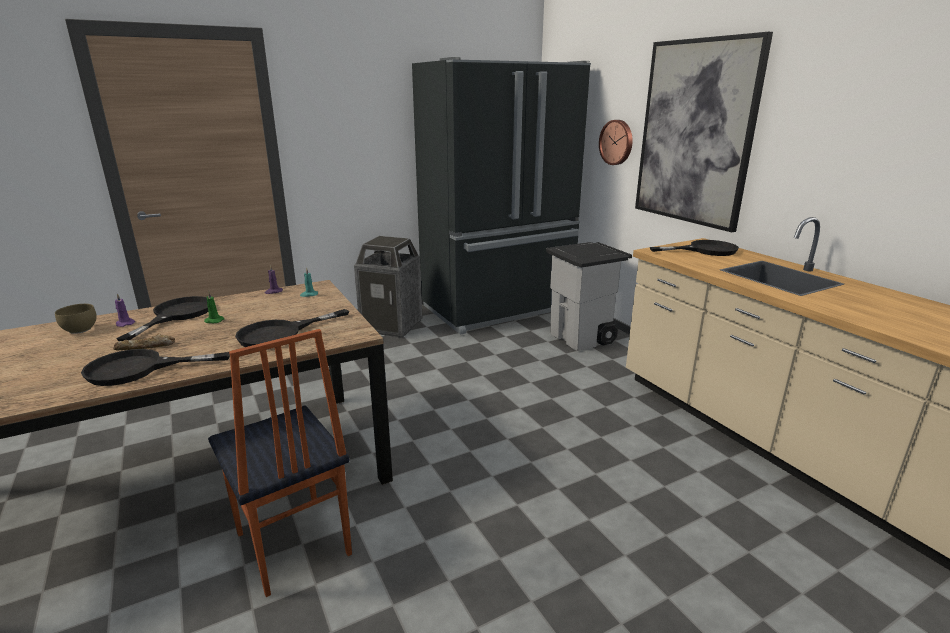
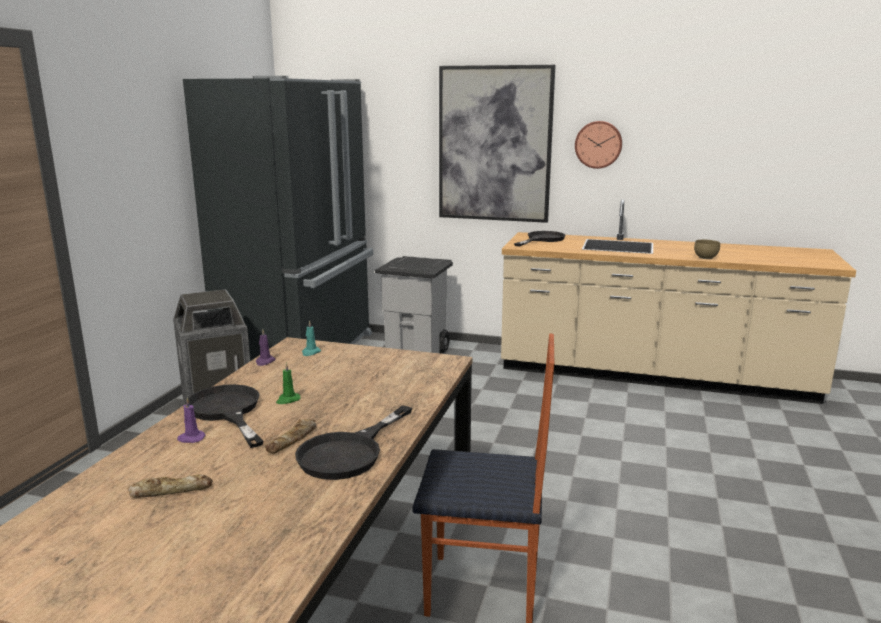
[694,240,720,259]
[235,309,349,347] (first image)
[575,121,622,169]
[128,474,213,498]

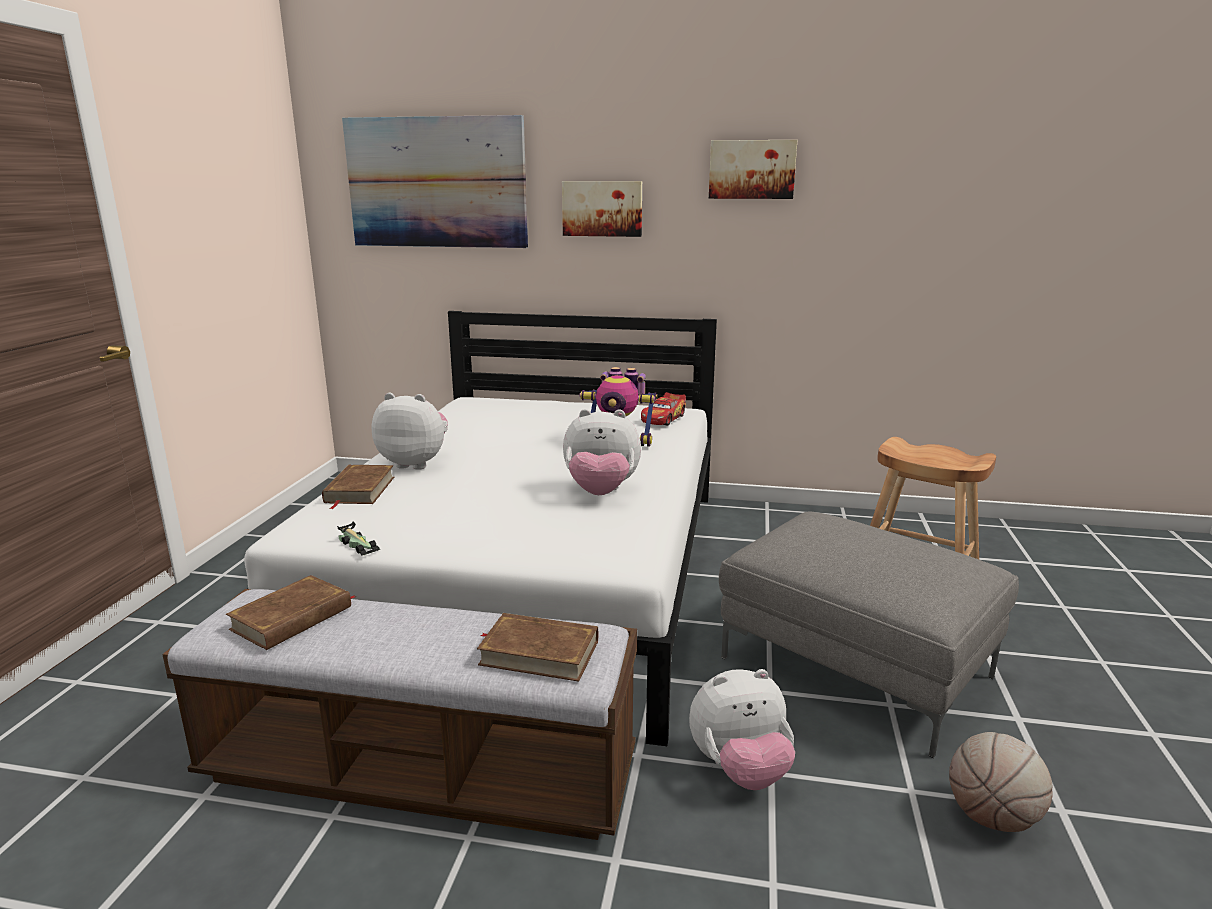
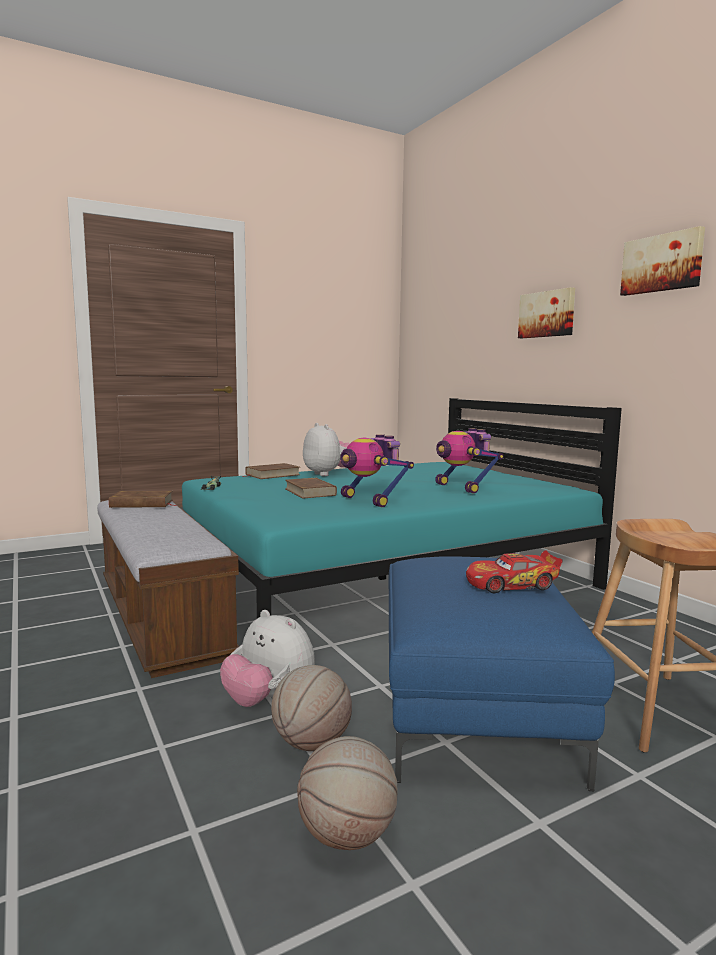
[180,398,622,619]
[342,115,528,248] (first image)
[285,478,337,499]
[340,434,414,507]
[466,550,563,593]
[389,556,615,791]
[271,665,352,751]

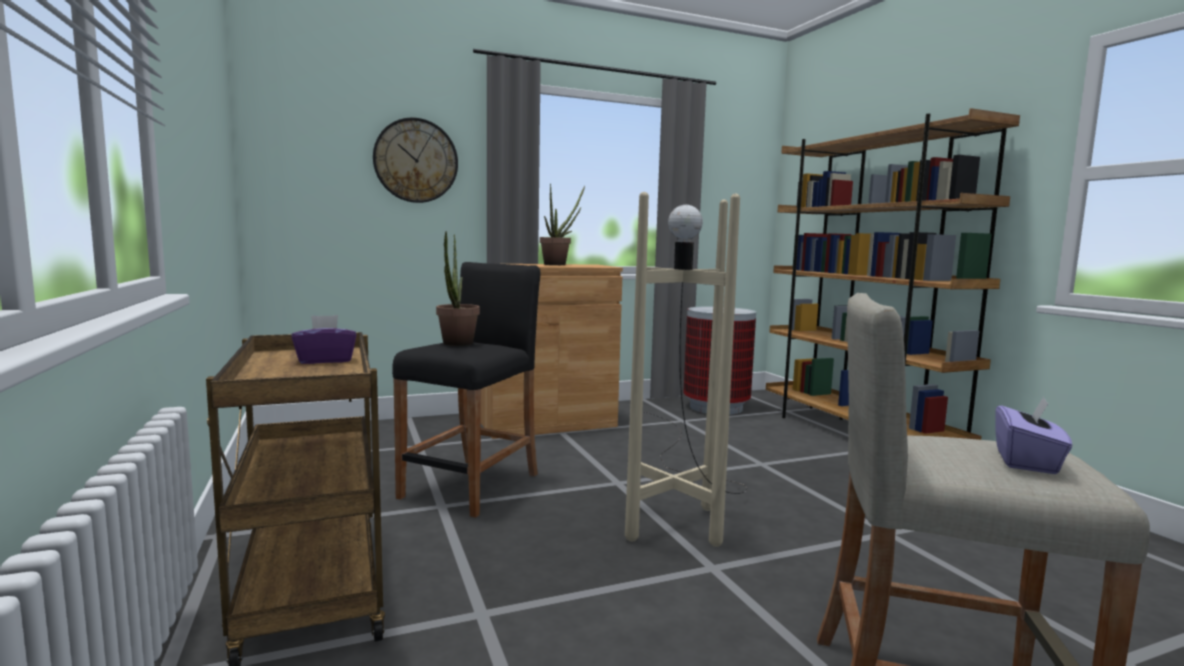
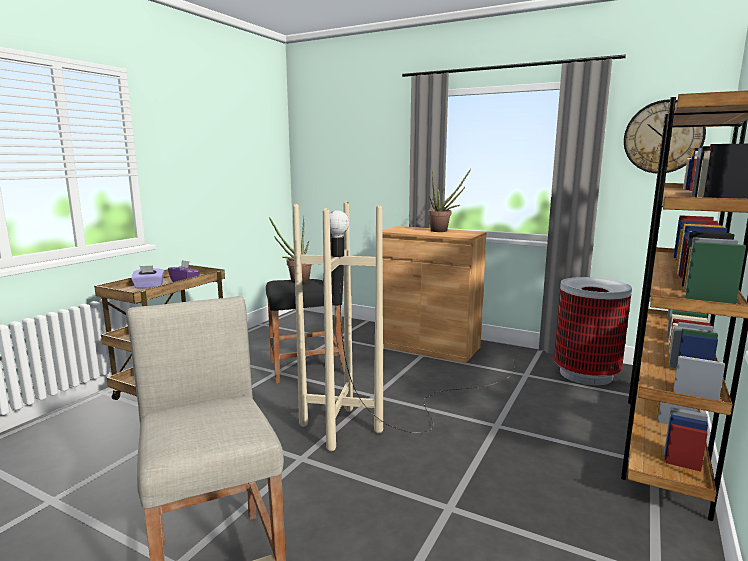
[624,99,706,173]
[131,266,164,289]

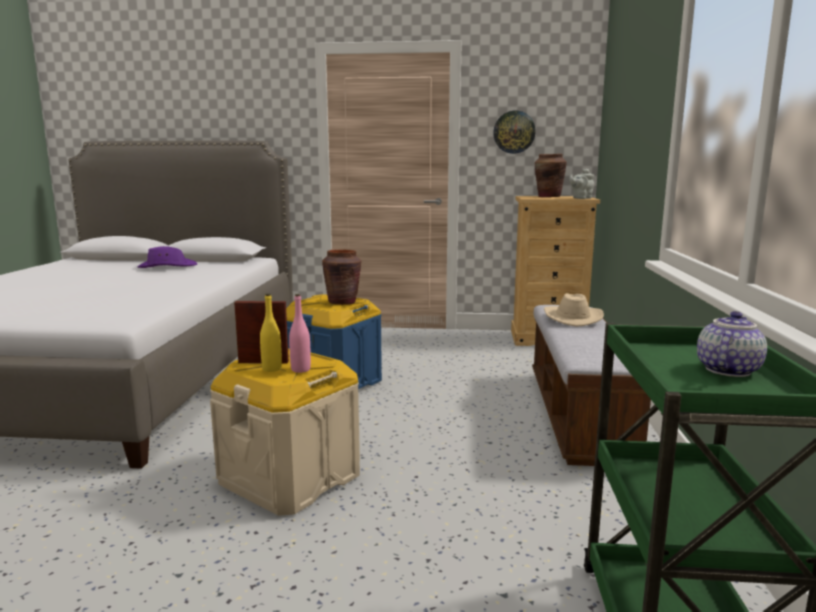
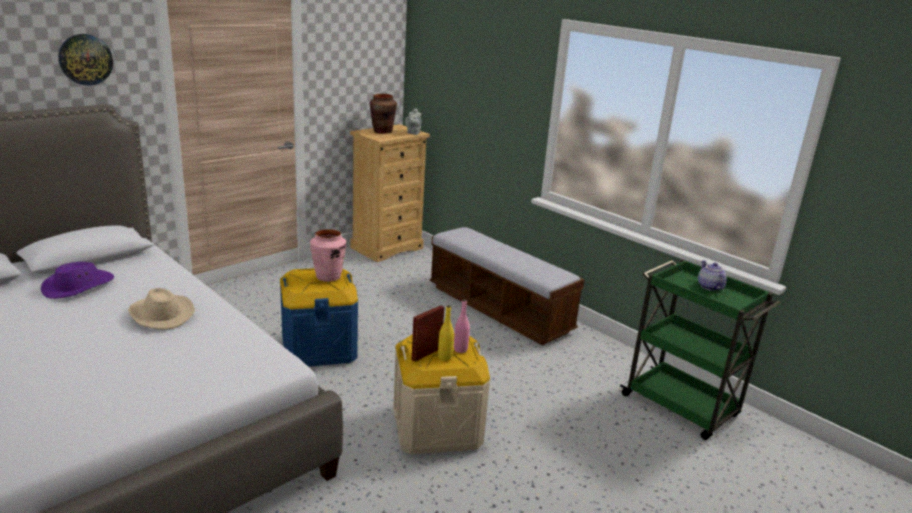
[310,229,346,282]
[58,34,113,86]
[128,288,195,329]

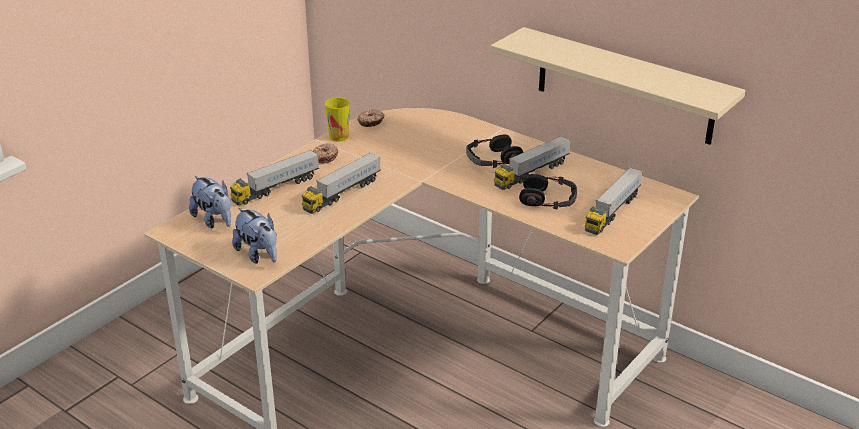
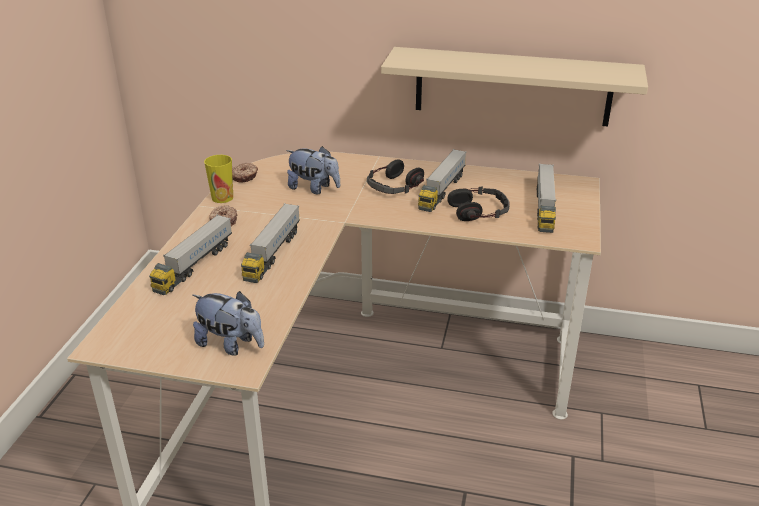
[286,146,340,194]

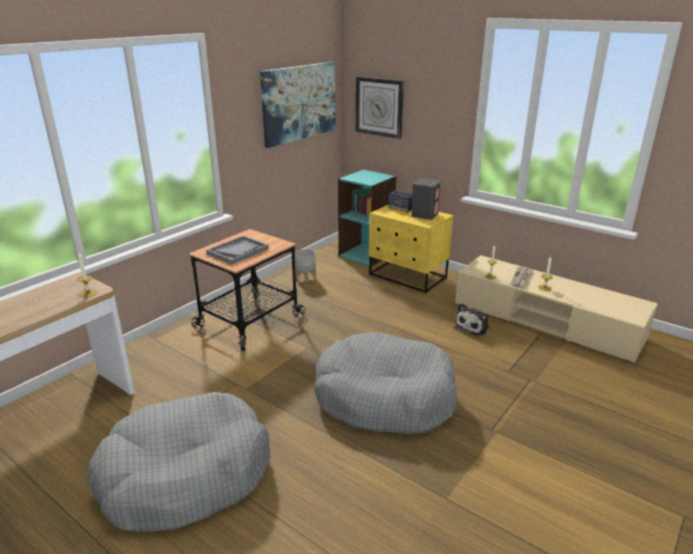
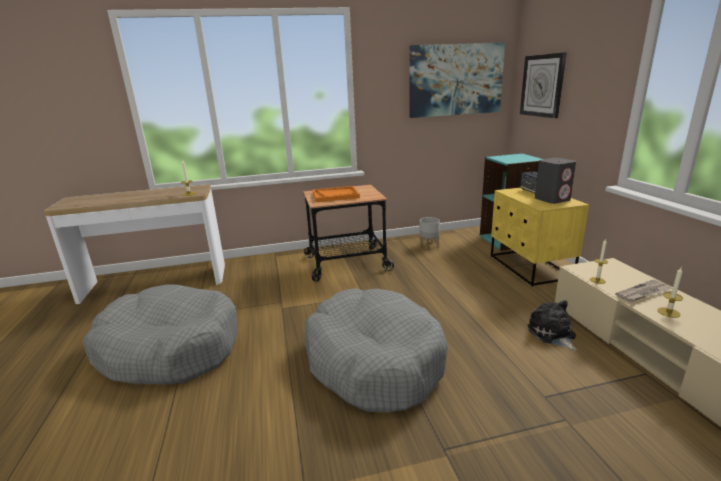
[313,186,360,202]
[528,300,577,351]

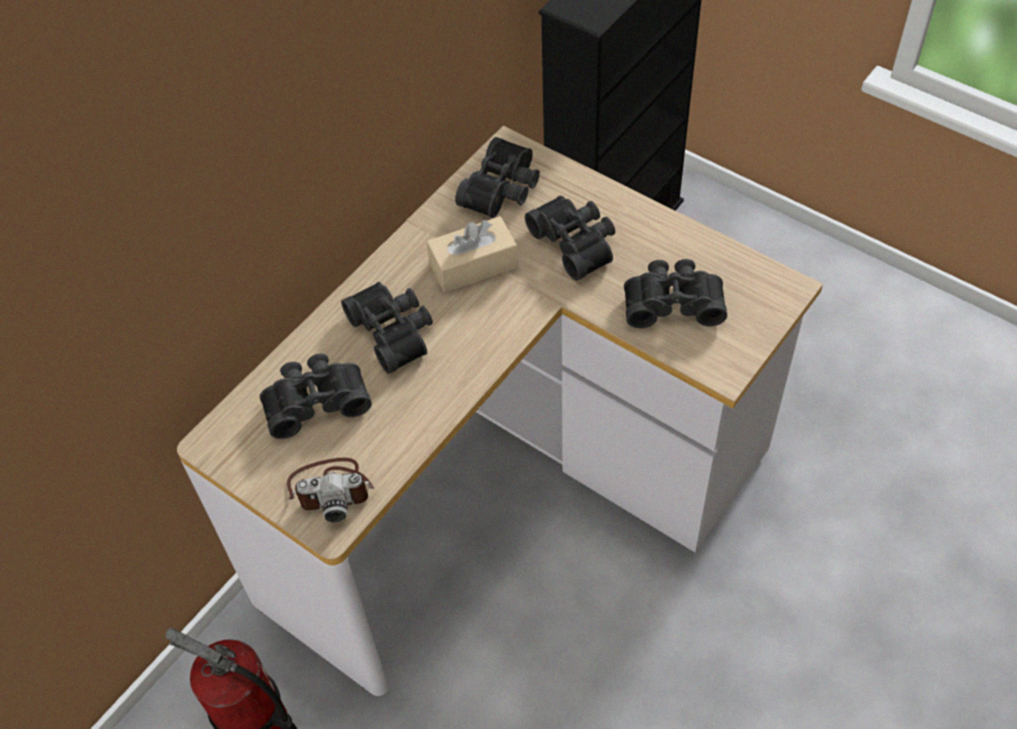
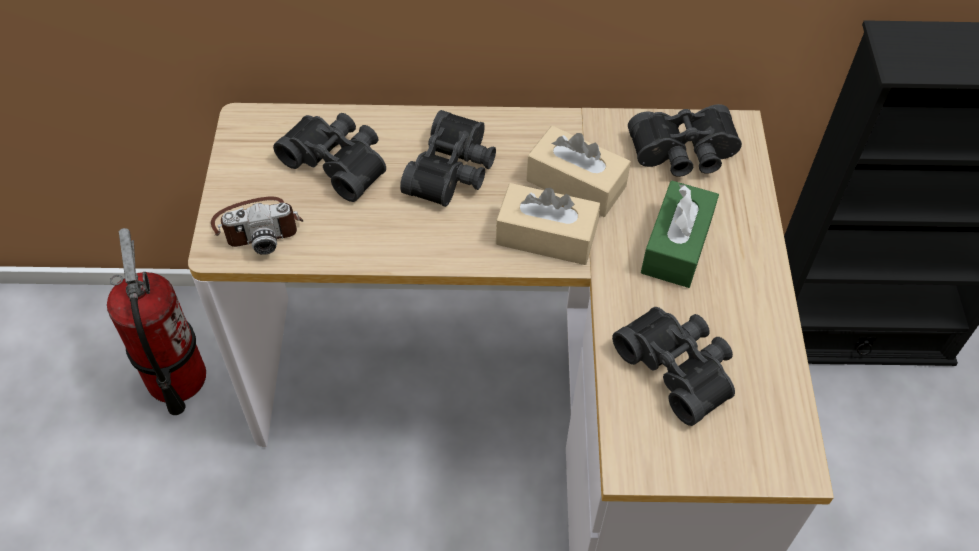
[211,197,303,255]
[641,181,719,288]
[496,183,600,265]

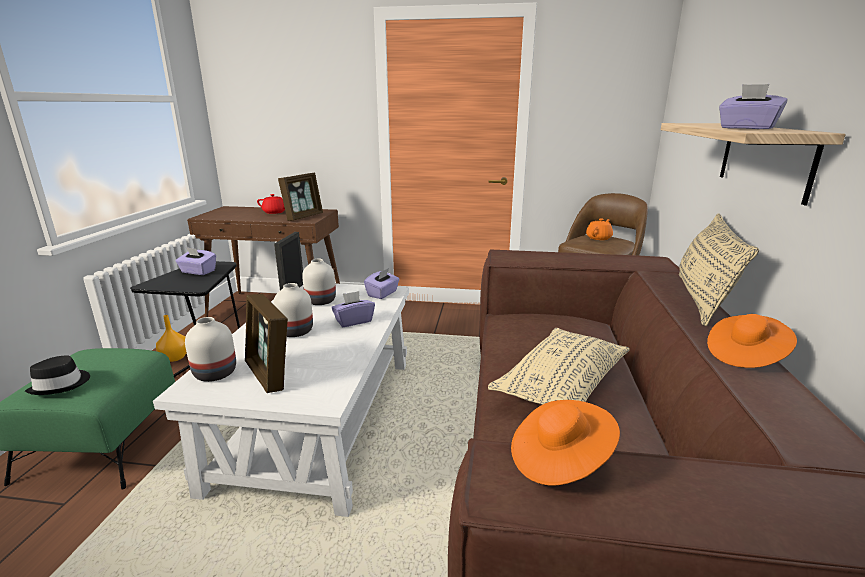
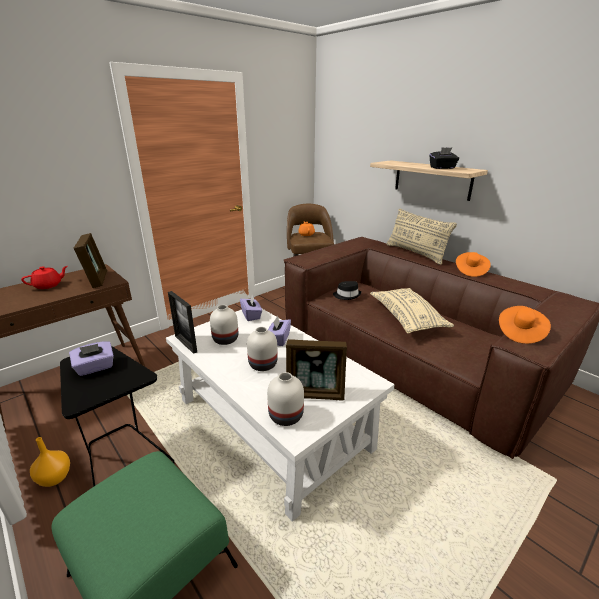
[333,281,361,300]
[430,147,459,169]

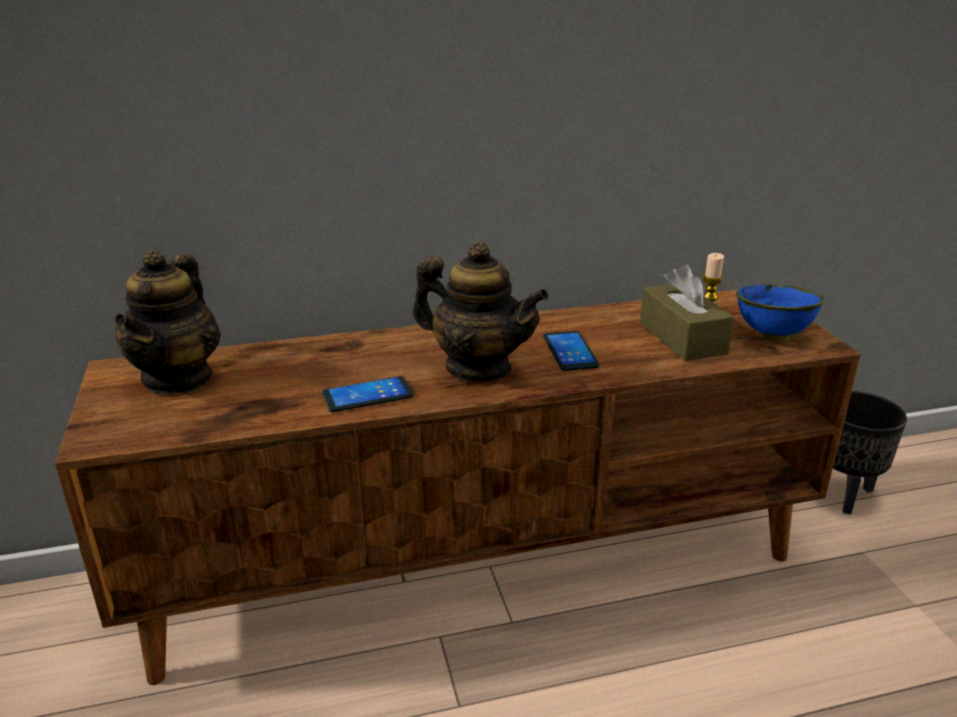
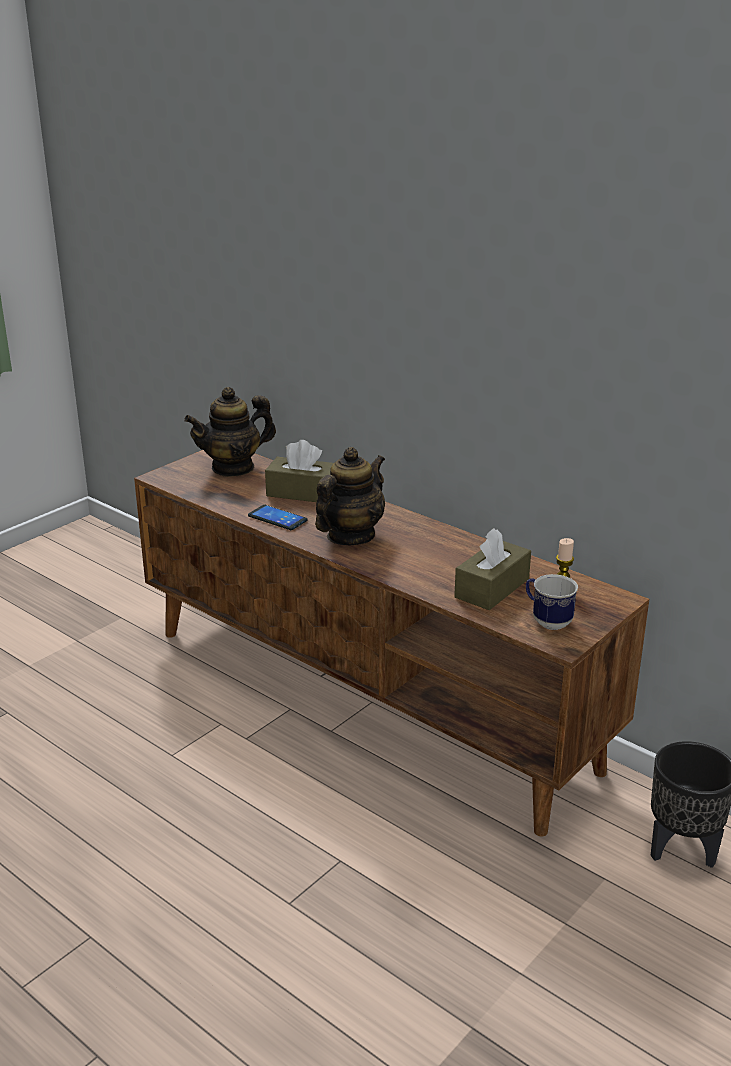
[315,447,385,545]
[543,331,599,371] (first image)
[526,574,578,630]
[265,440,334,502]

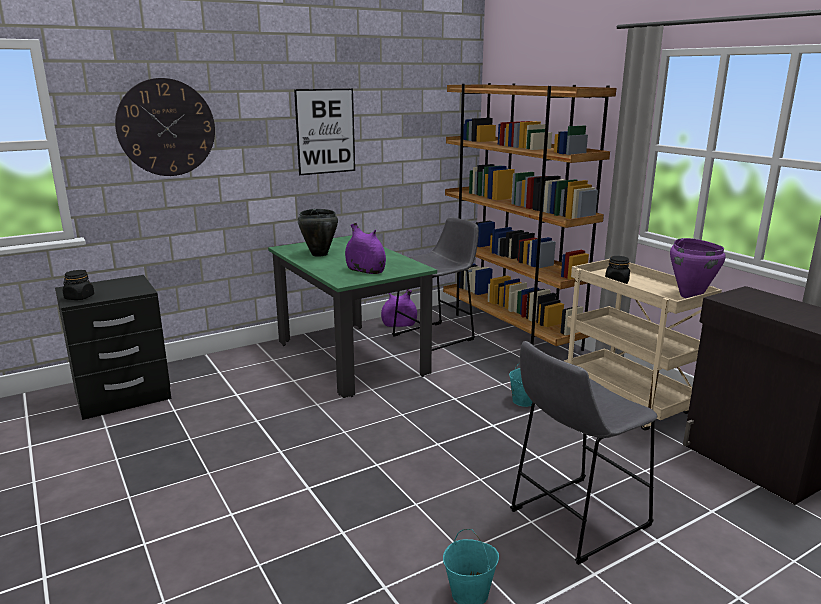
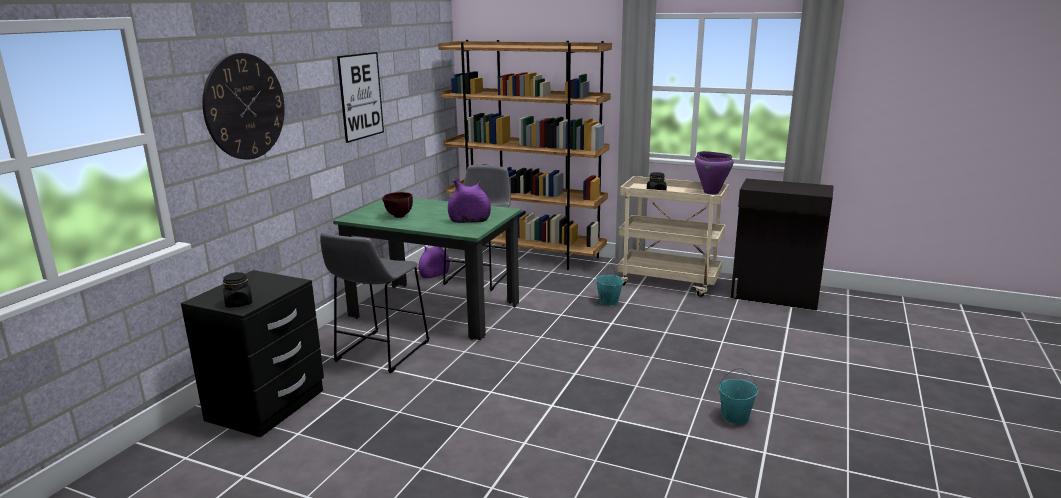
[382,192,413,218]
[320,232,430,373]

